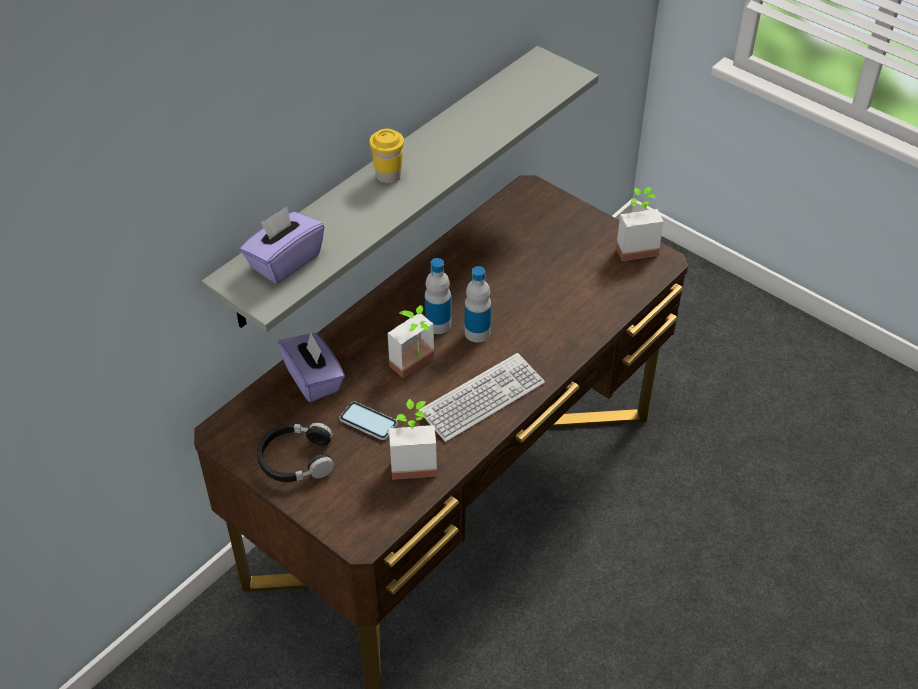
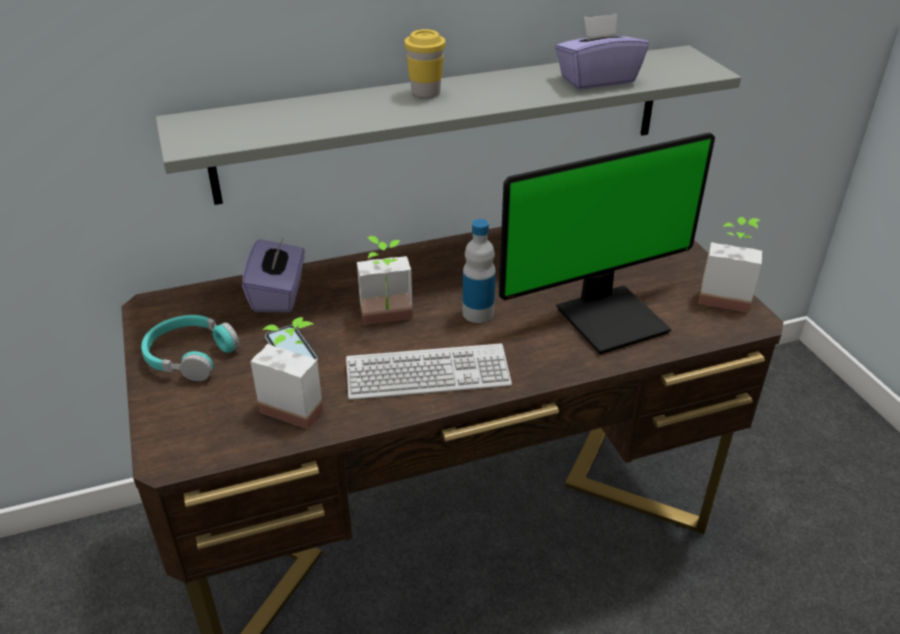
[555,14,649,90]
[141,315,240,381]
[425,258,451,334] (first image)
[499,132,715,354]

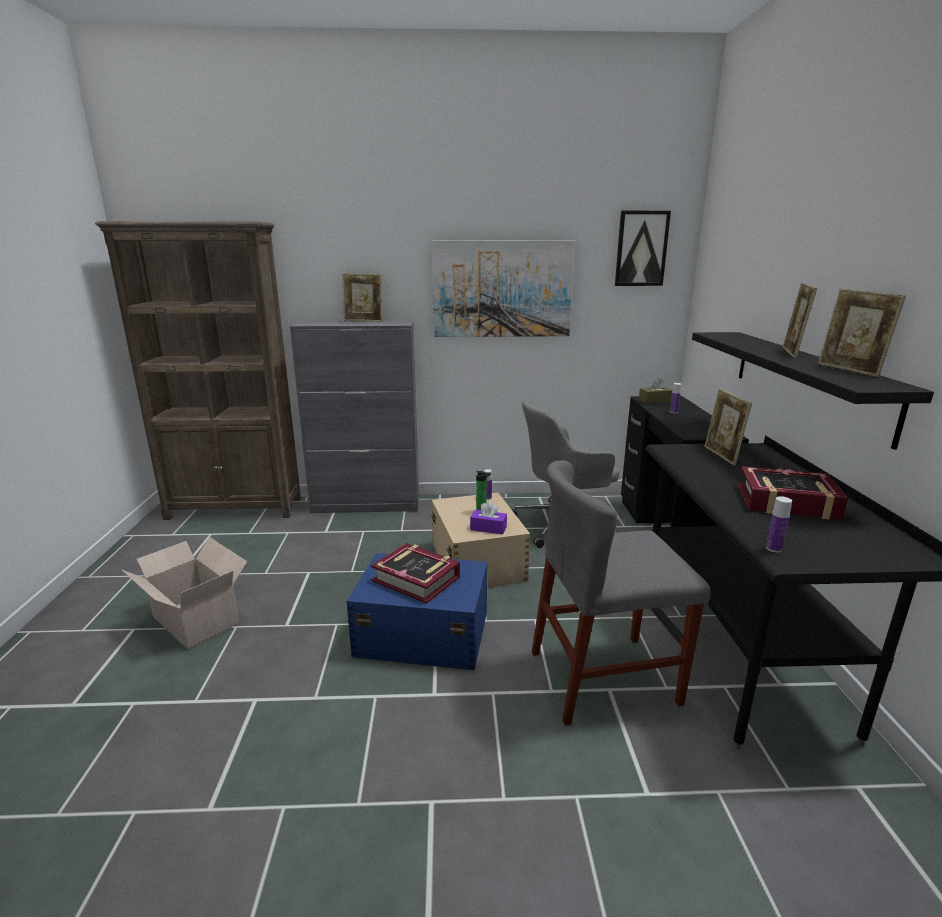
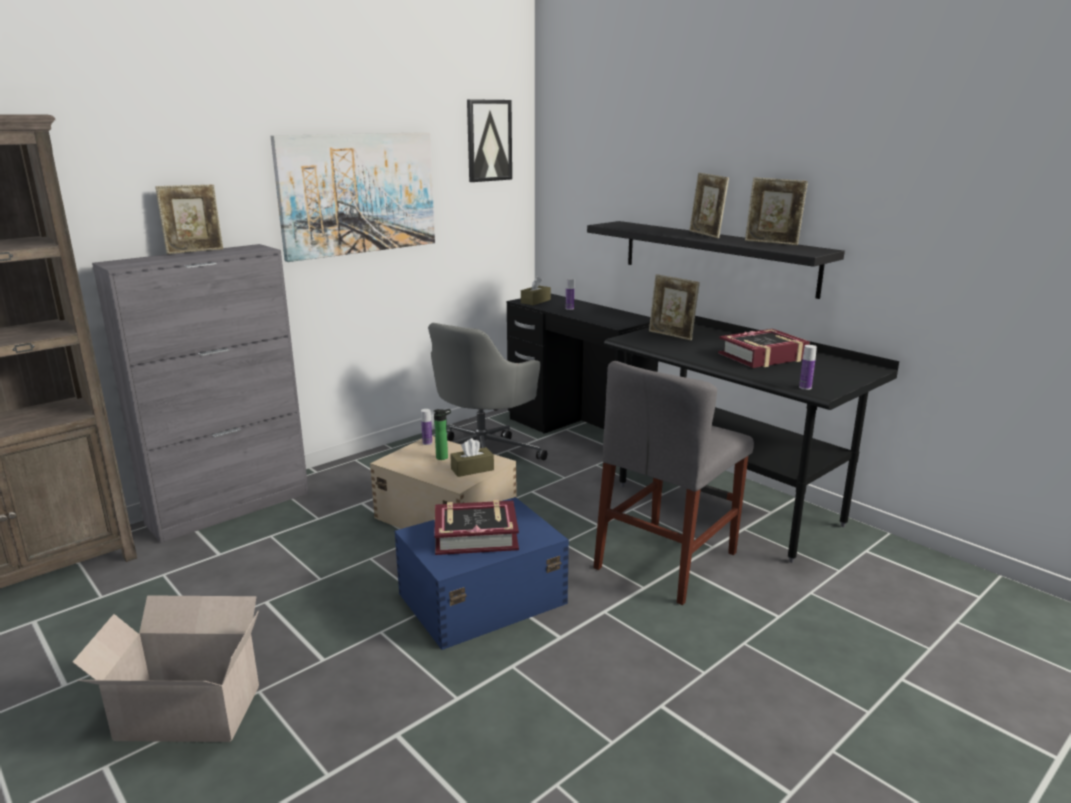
[450,438,494,477]

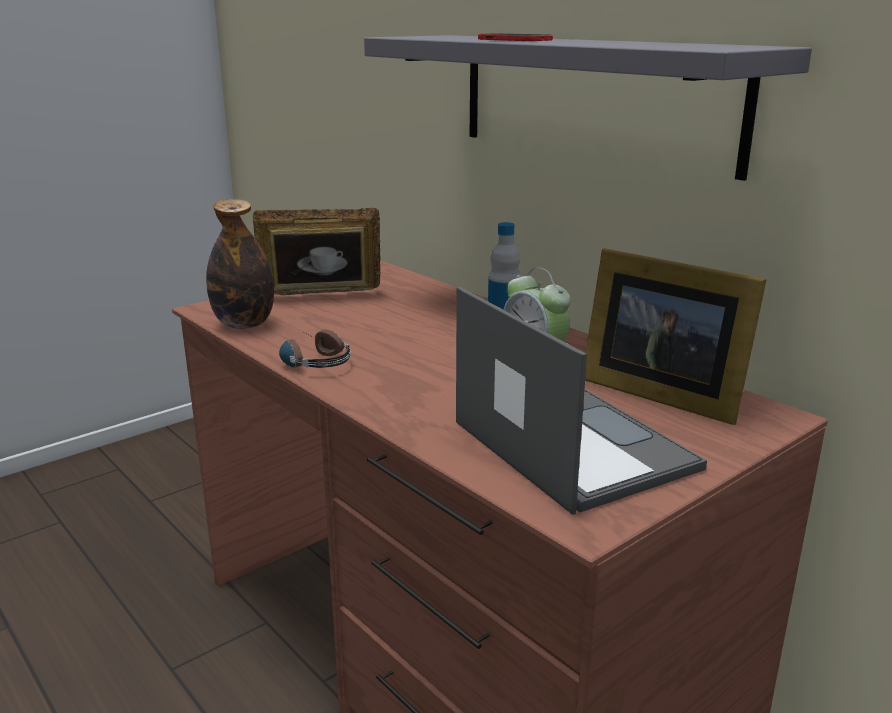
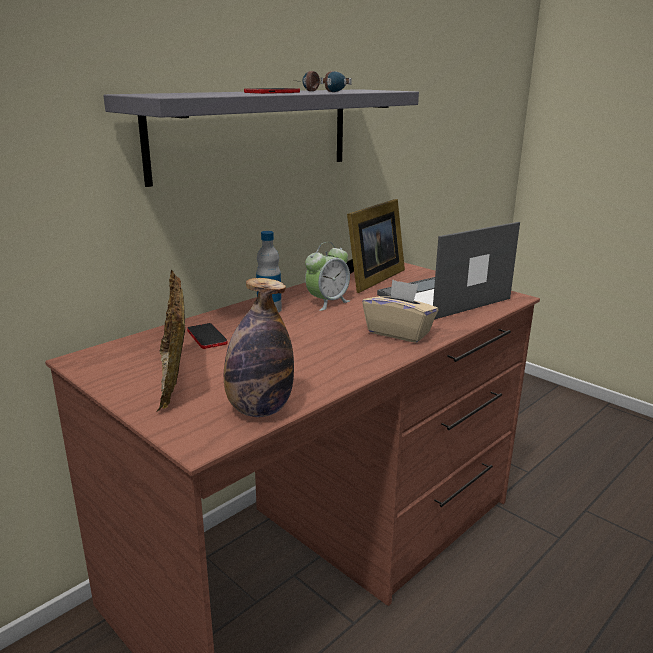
[302,71,352,92]
[187,323,228,349]
[362,279,438,343]

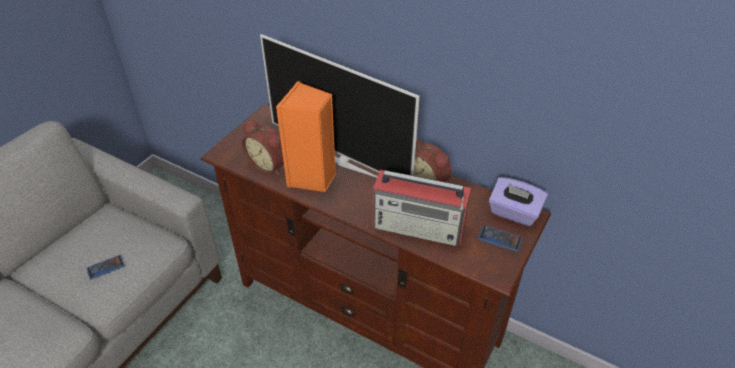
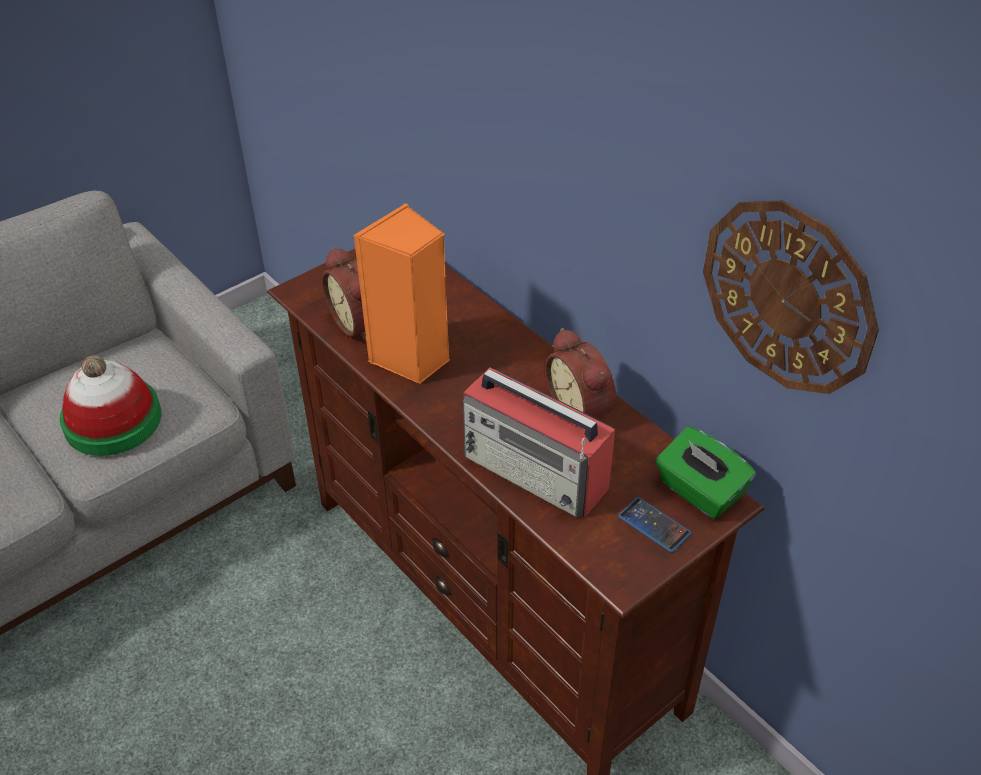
[60,355,162,456]
[260,34,420,178] (first image)
[656,427,756,519]
[703,200,879,394]

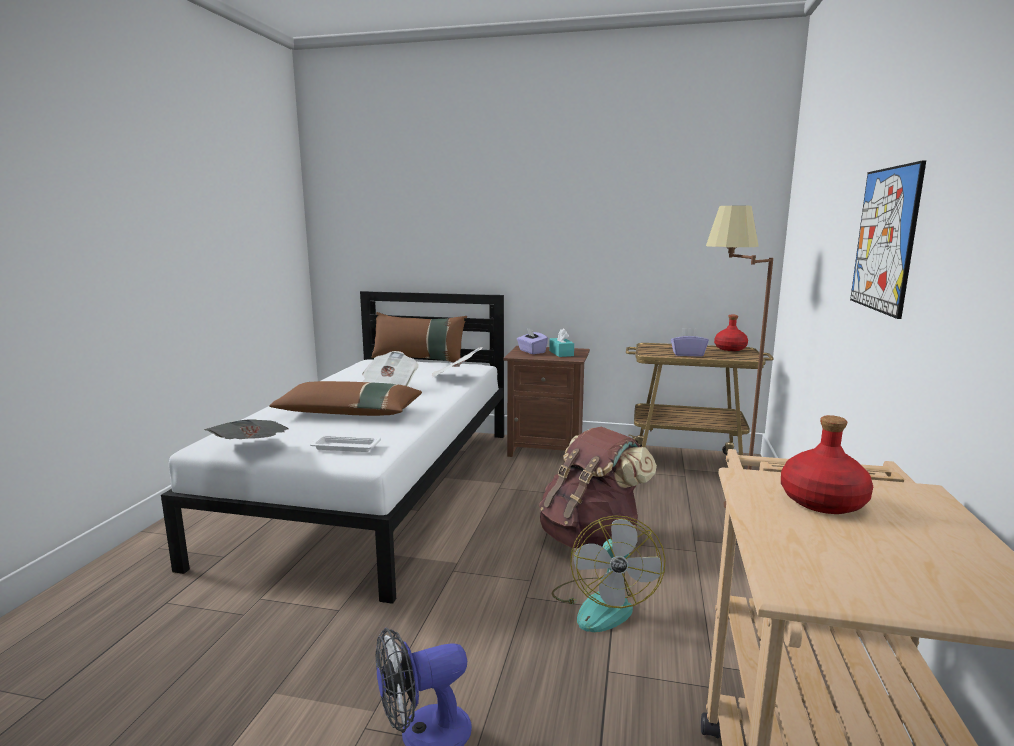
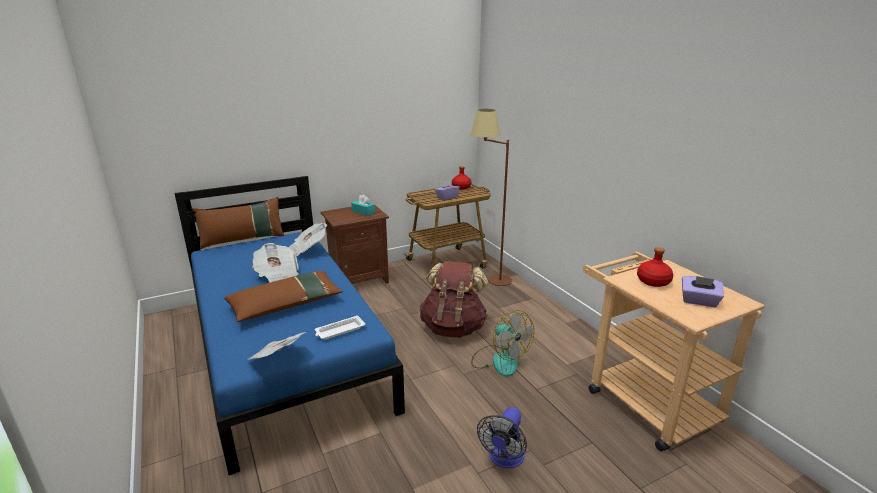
[175,176,405,475]
[682,276,724,307]
[850,160,926,319] (first image)

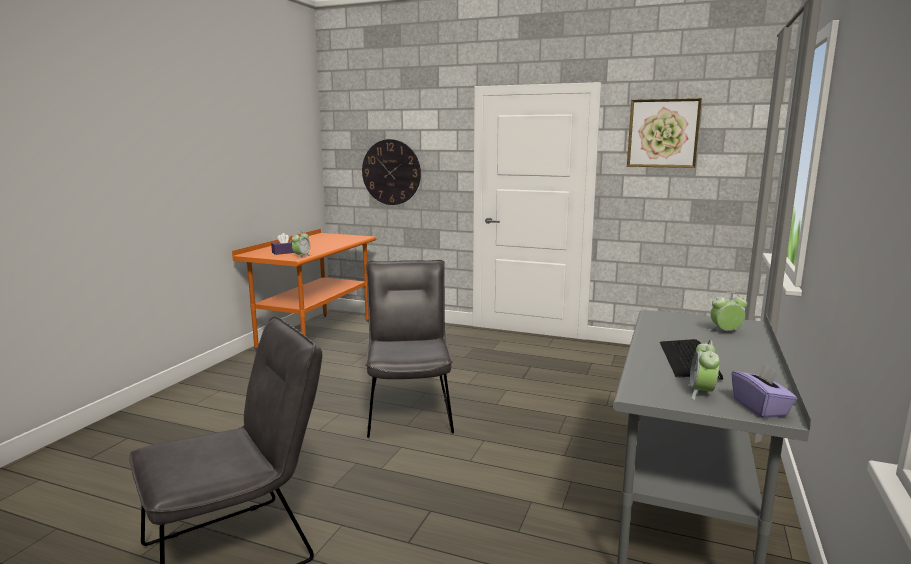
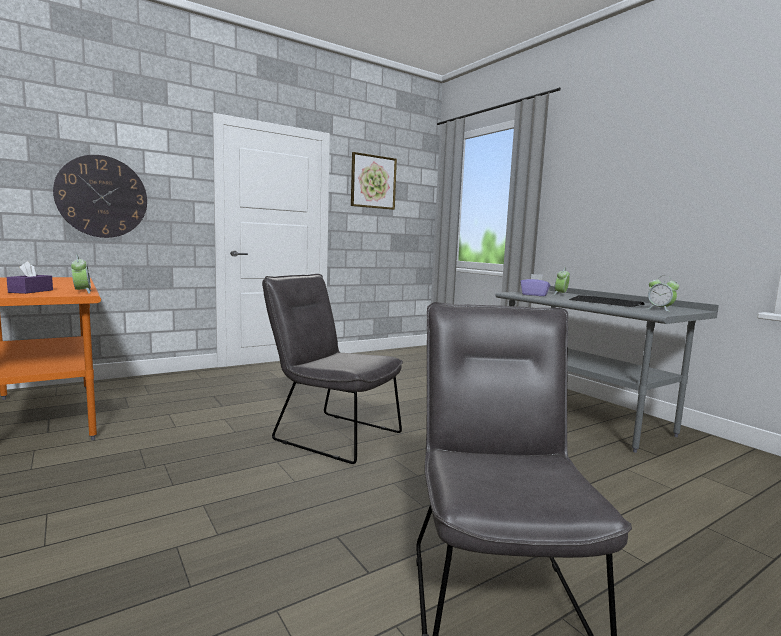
[521,274,550,296]

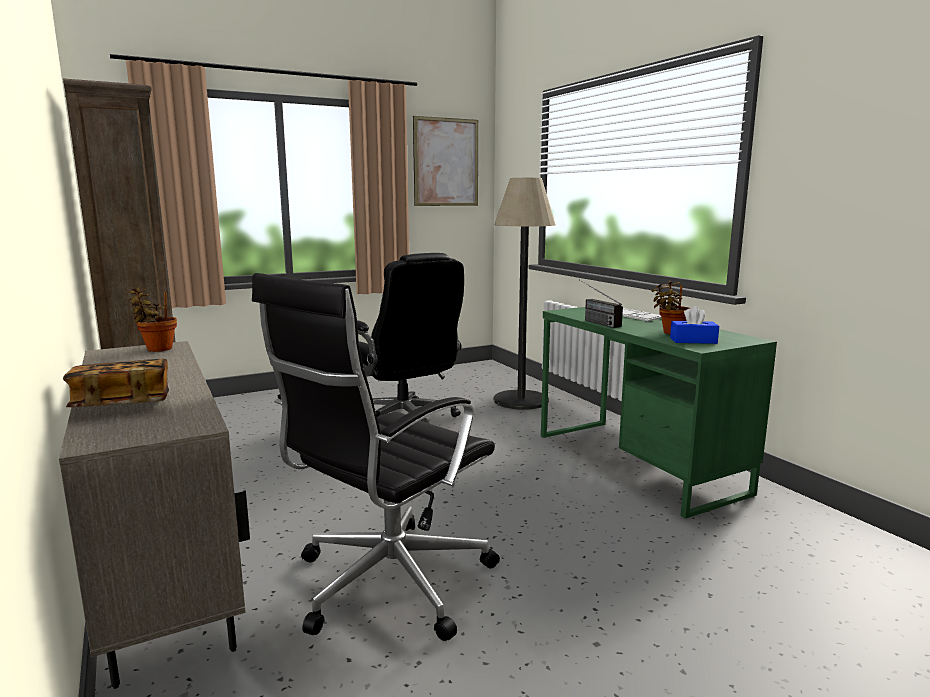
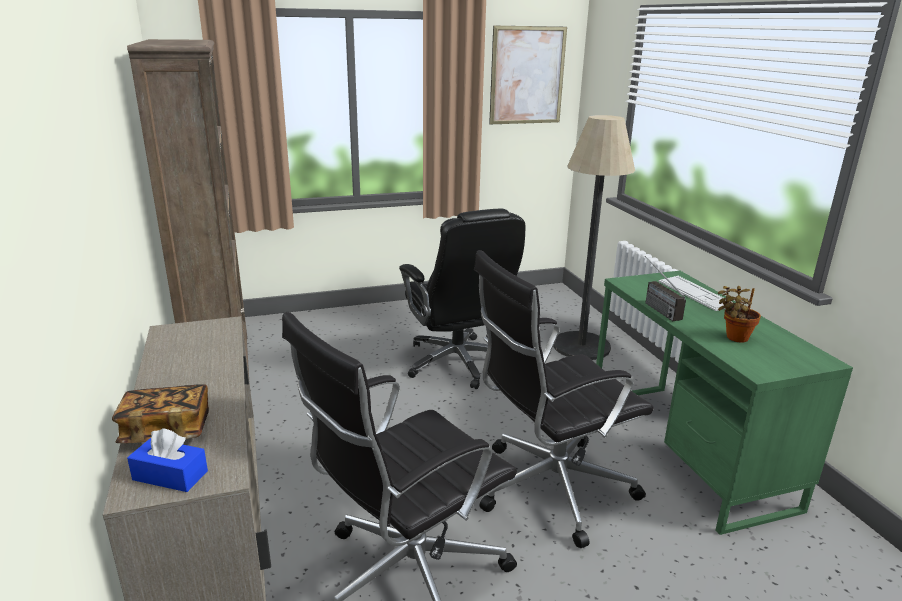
[127,287,177,352] (first image)
[127,428,208,492]
[474,250,654,548]

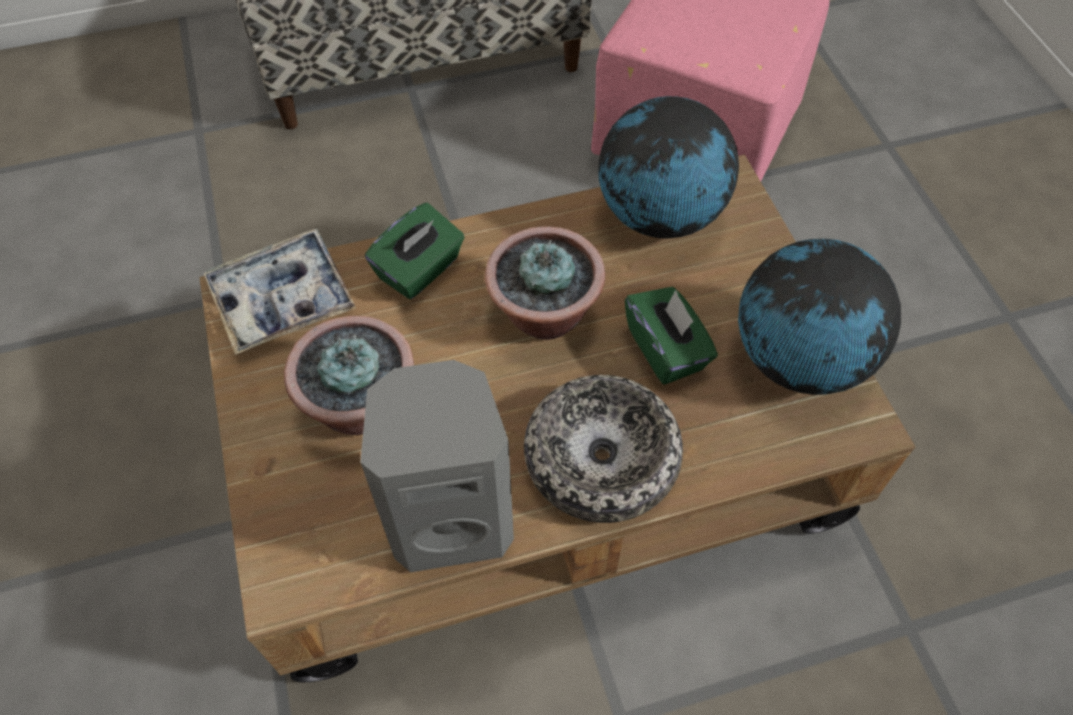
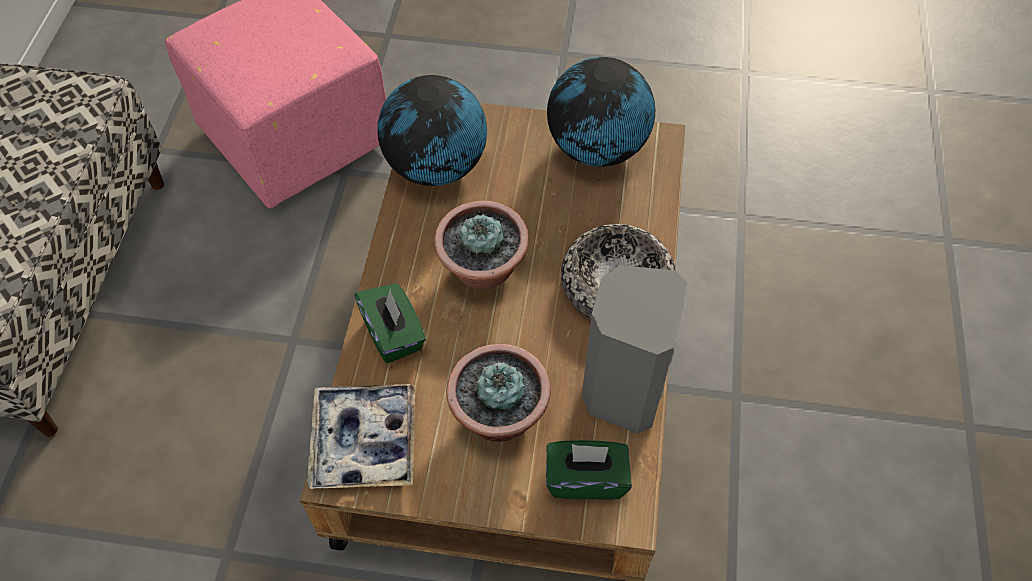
[546,440,632,500]

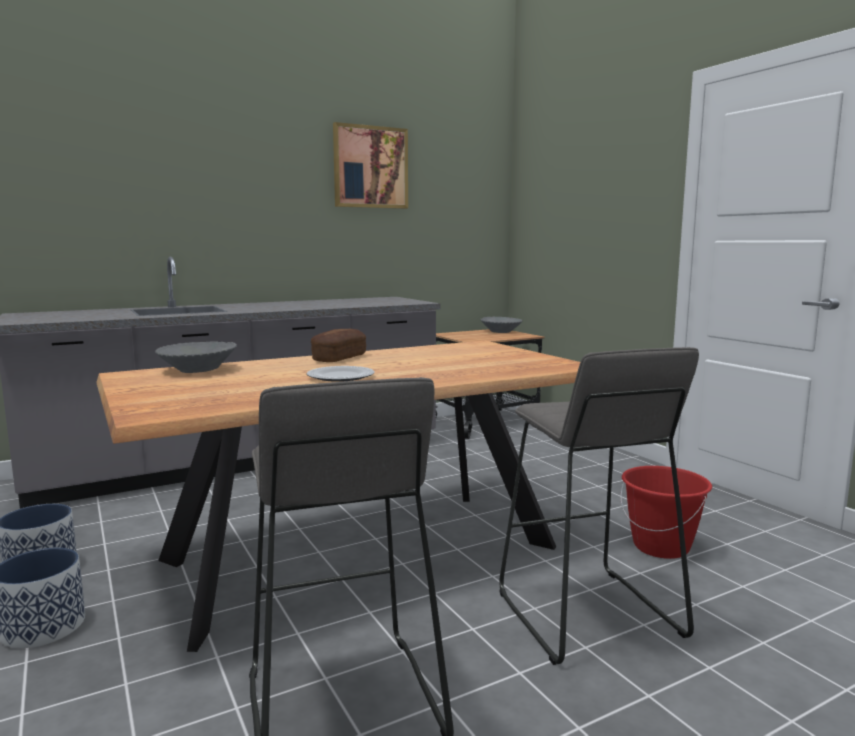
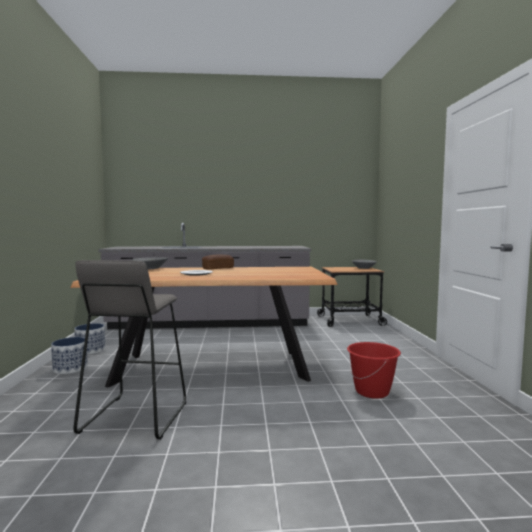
[333,122,408,209] (first image)
[499,347,699,665] (first image)

